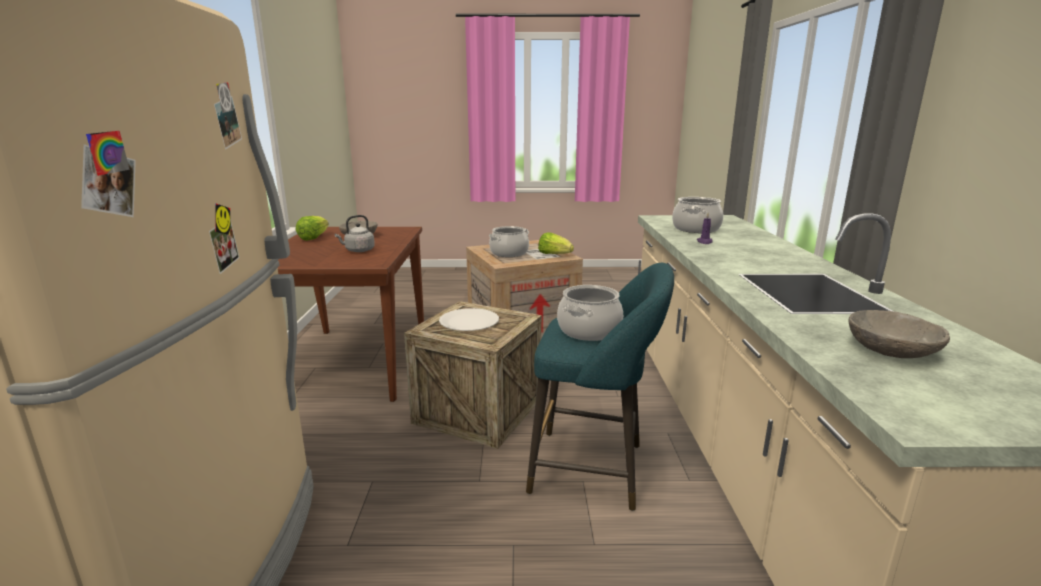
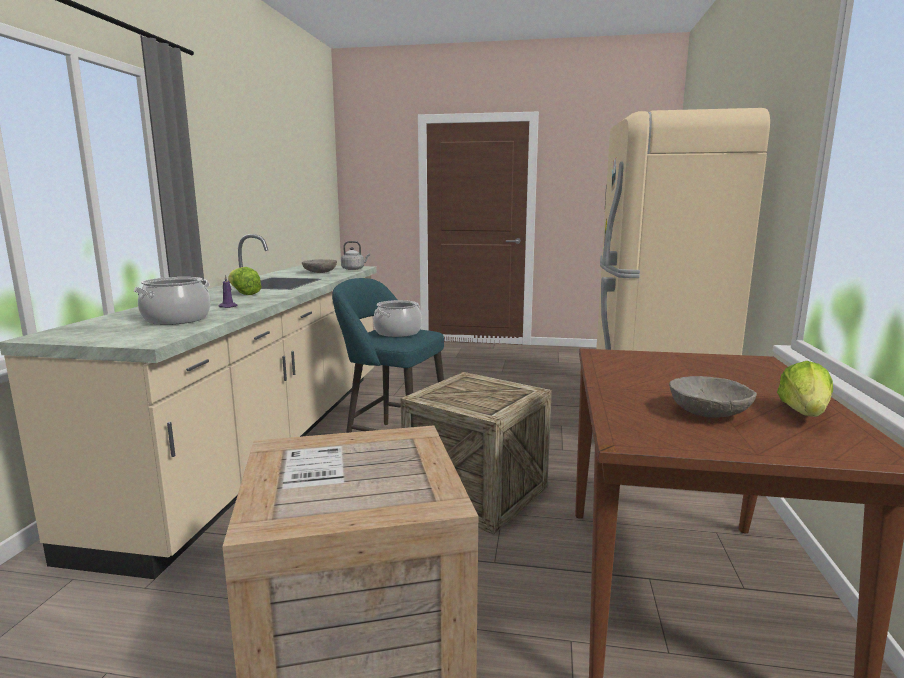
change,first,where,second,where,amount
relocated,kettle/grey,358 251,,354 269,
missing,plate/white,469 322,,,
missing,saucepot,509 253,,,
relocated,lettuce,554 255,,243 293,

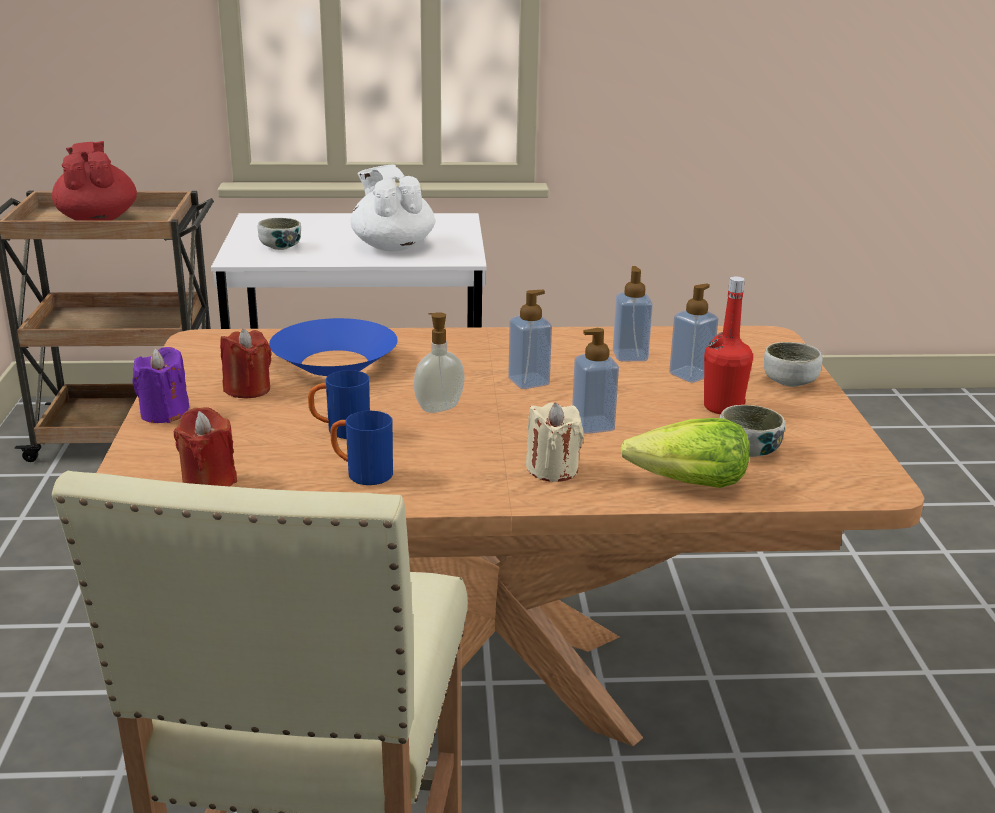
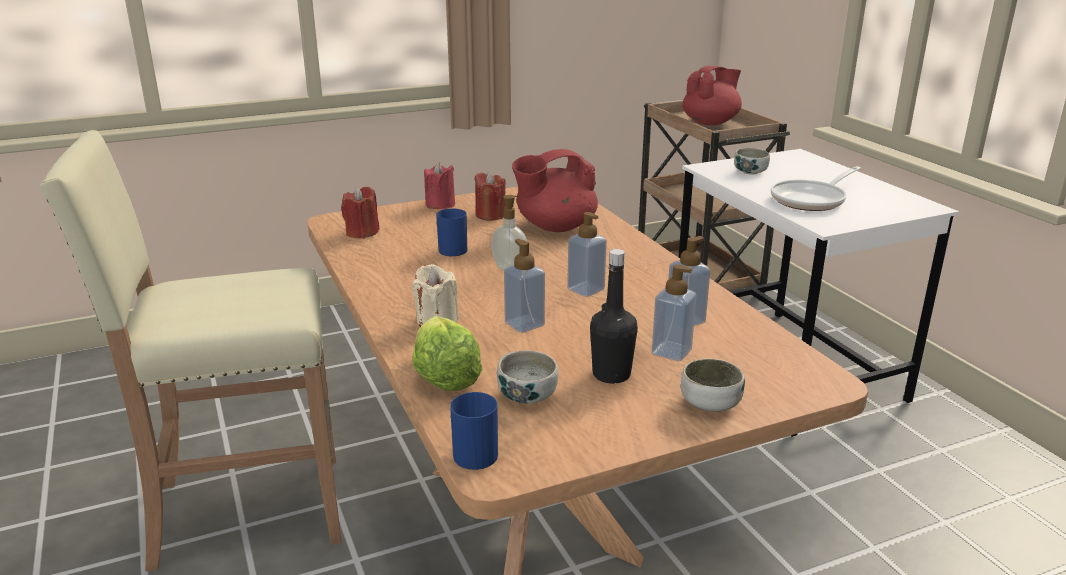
change,first,where,second,where,amount
colour,wax light/purplish,164 413,wax light/red,440 205,
exchanged,bowl/blue-coloured,334 363,pot for tea/red,555 227,
relocated,tea mug/blue-coloured,361 474,,475 451,
exchanged,pot for tea/white,392 246,frying pan,811 200,
colour,beverage bottle/red,723 407,beverage bottle/black-coloured,611 374,

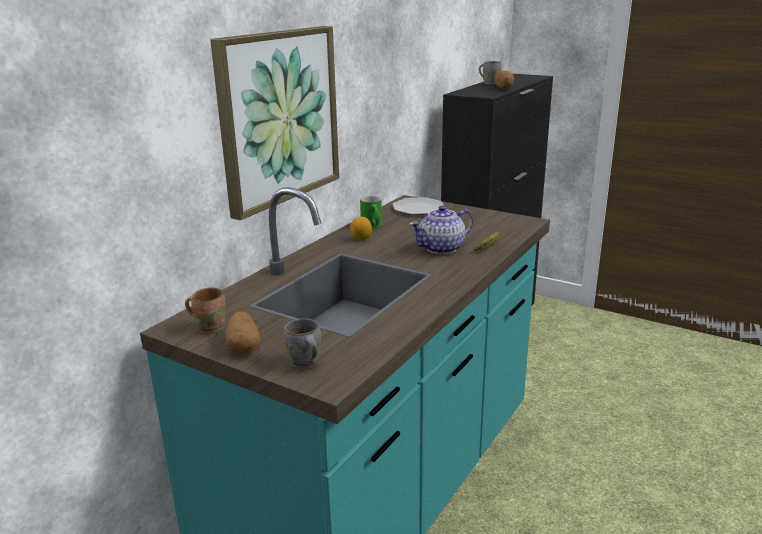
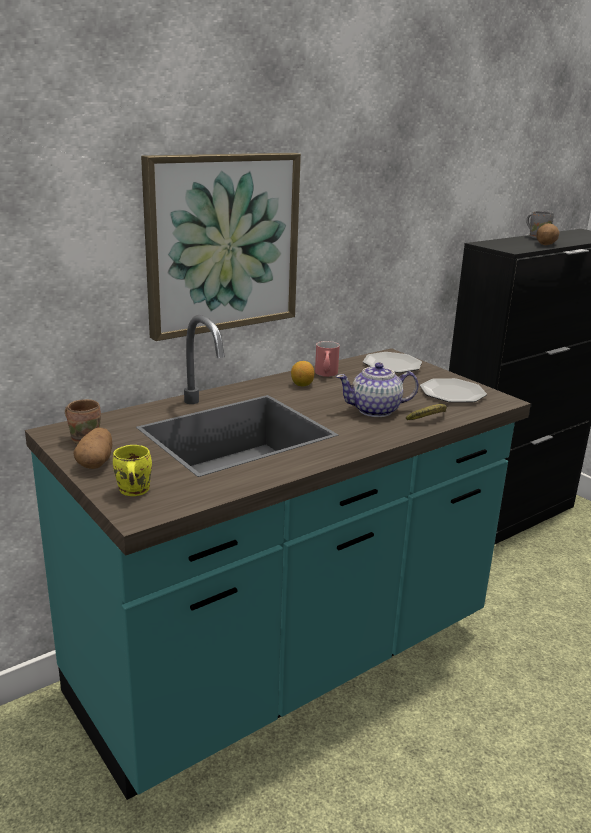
change,first,where,second,where,amount
colour,tea mug/grey,304 364,tea mug/yellow,132 491,
colour,tea mug/greenish,373 226,tea mug/red,326 375,
appeared,,,plate,452 393,

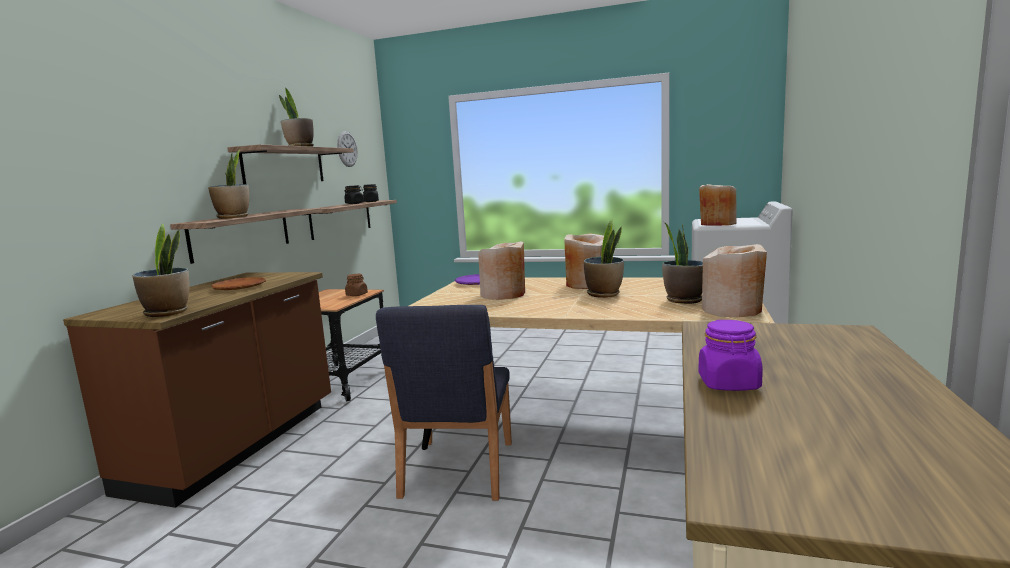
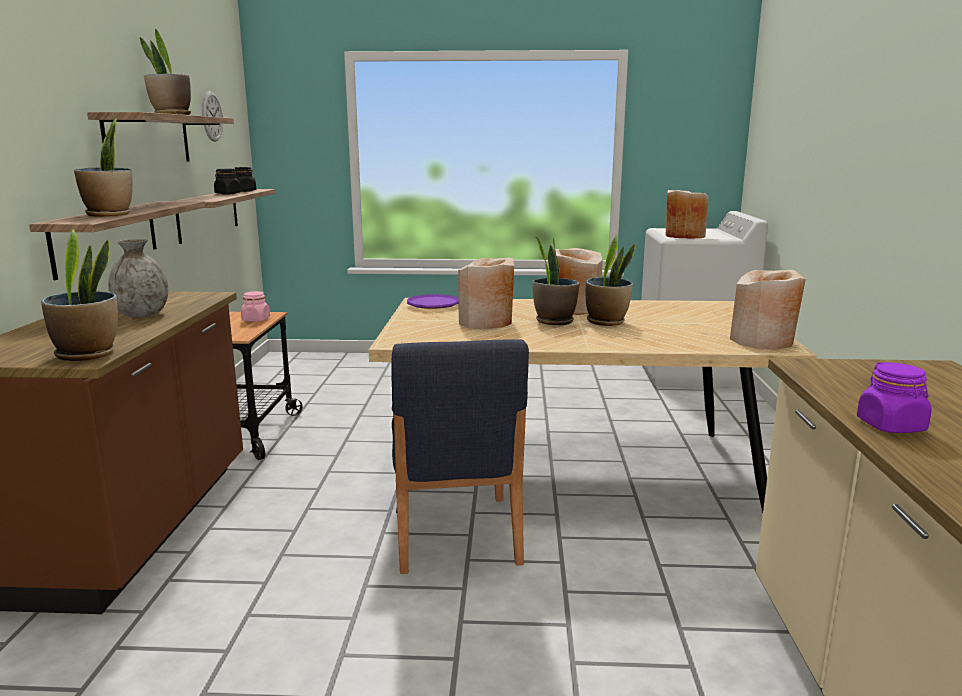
change,first,where,second,where,amount
exchanged,plate/brownish,239 287,vase/grey,142 315,
colour,storage jar/brownish,357 295,storage jar/pink,256 319,
relocated,potted plant,683 300,,554 321,

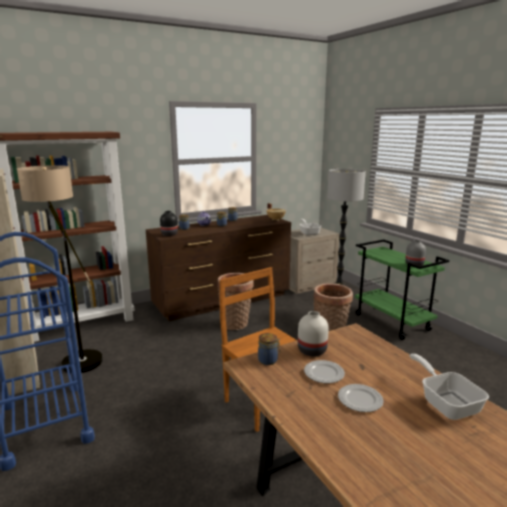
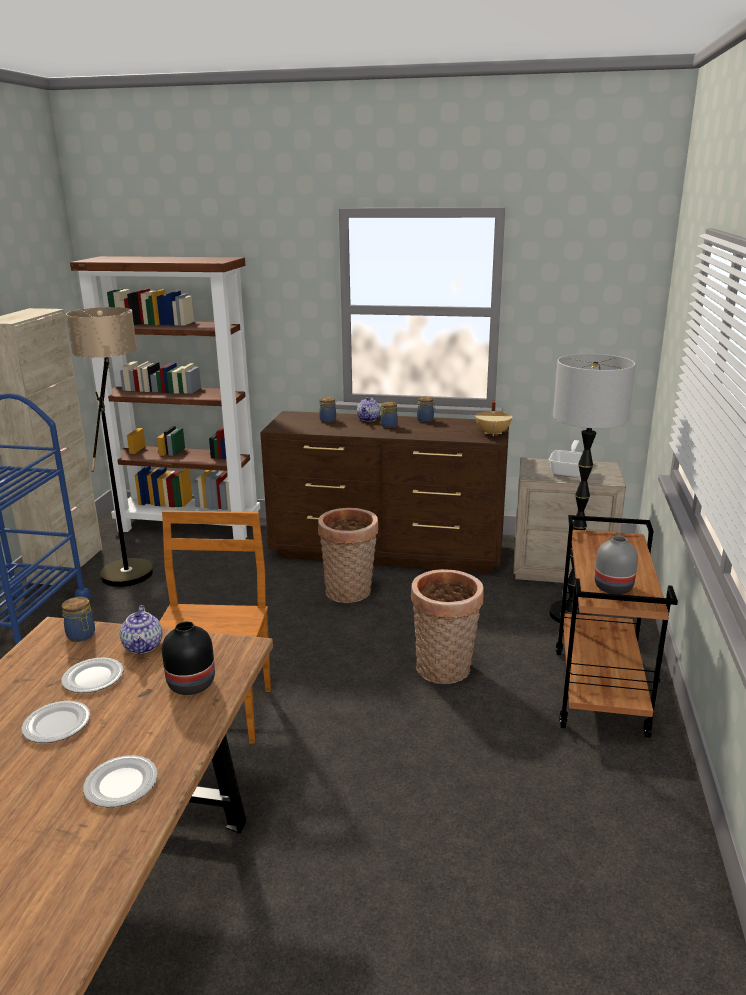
change,first,where,second,where,amount
relocated,vase/black-coloured,169 234,,191 683,
exchanged,vase/white,312 350,pot for tea,143 646,
colour,wheeled cart/greenish,392 322,wheeled cart/brownish,600 692,
exchanged,frying pan,446 402,plate,122 784,

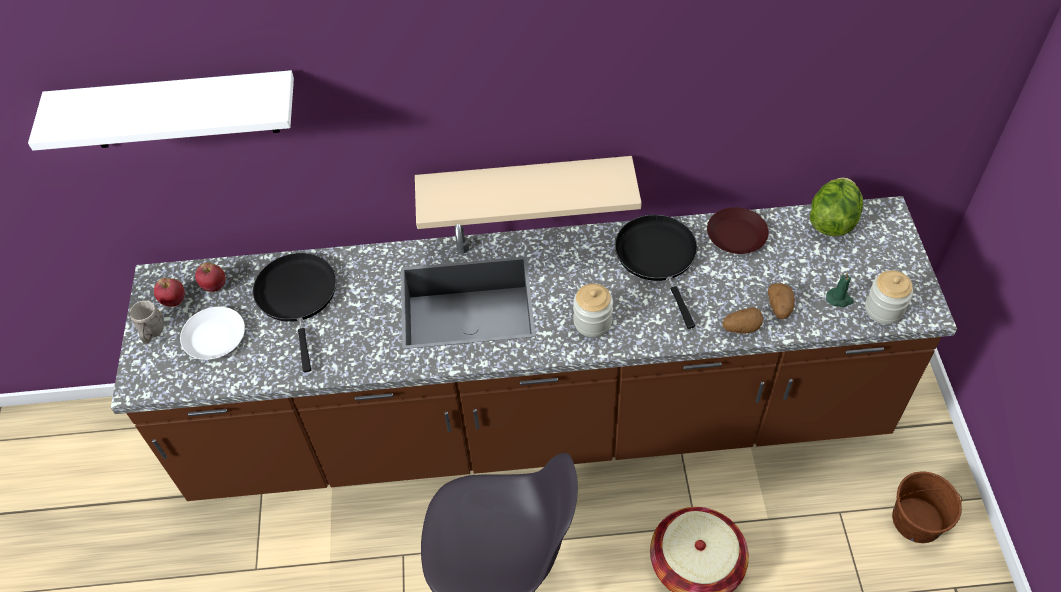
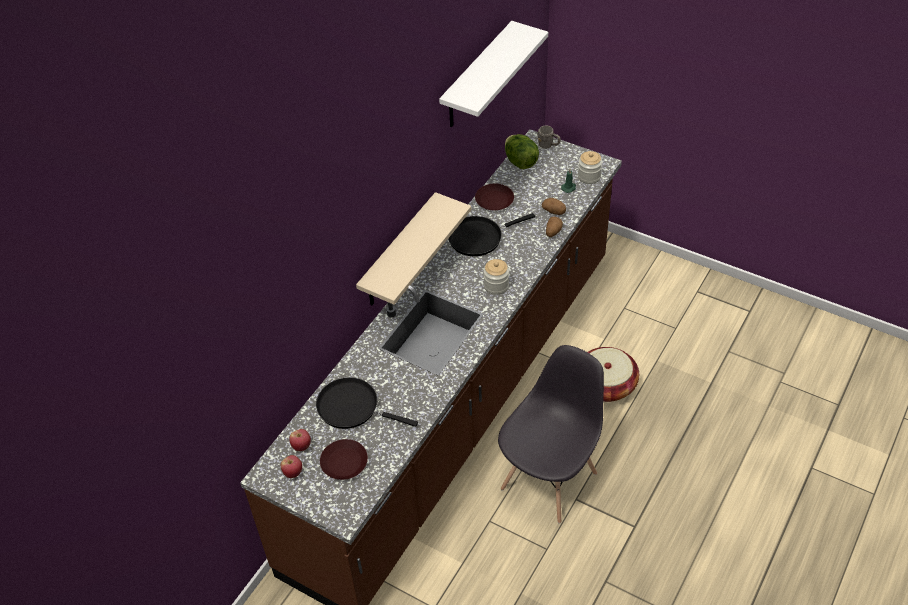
change,first,where,second,where,amount
relocated,bracket shelf/white,179 110,,477 77,
relocated,tea mug/grey,152 333,,548 145,
colour,plate/white,214 337,plate/brownish,344 463,
spun,frying pan/black-coloured,658 257,,479 237,45 degrees counterclockwise
missing,pail/brownish,917 520,,,

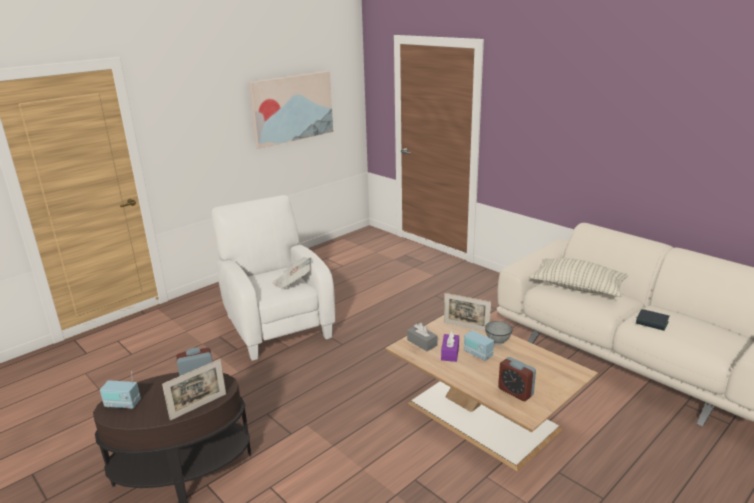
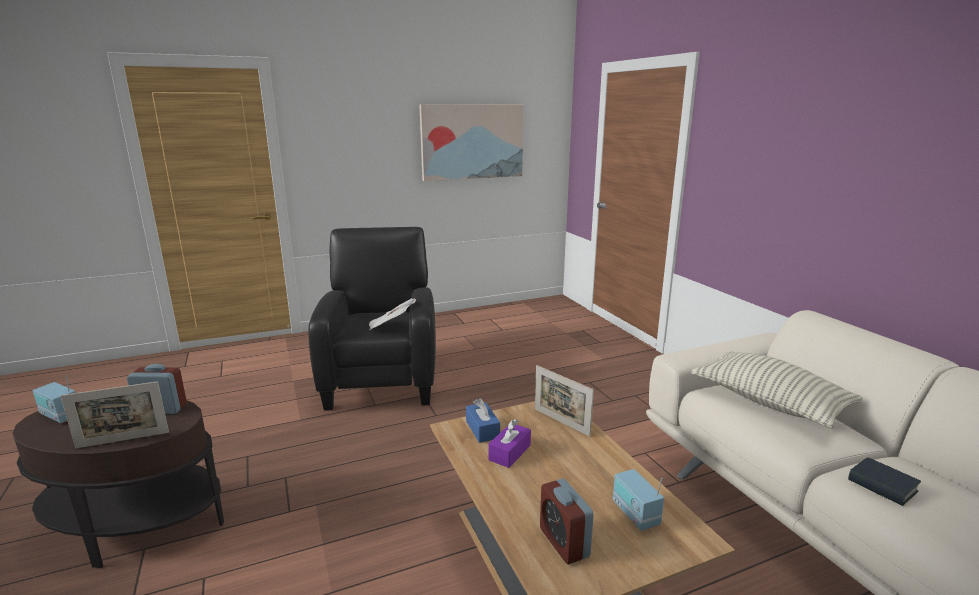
change,first,where,second,where,amount
colour,lounge chair/white,276 324,lounge chair/black-coloured,383 377,
colour,tissue box/grey,422 343,tissue box/blue-coloured,482 429,
relocated,radio,478 354,,635 514,
missing,bowl/grey,498 341,,,

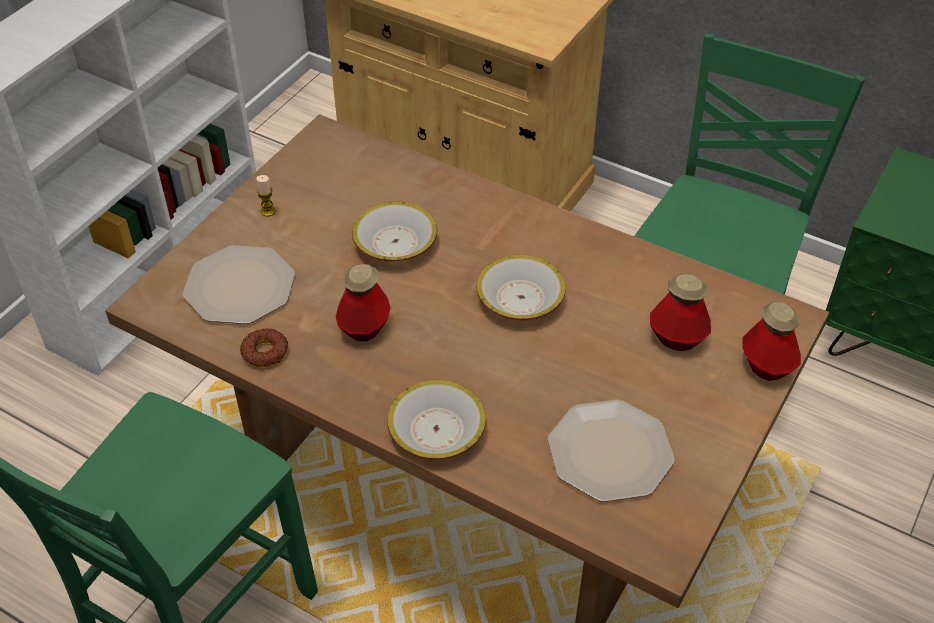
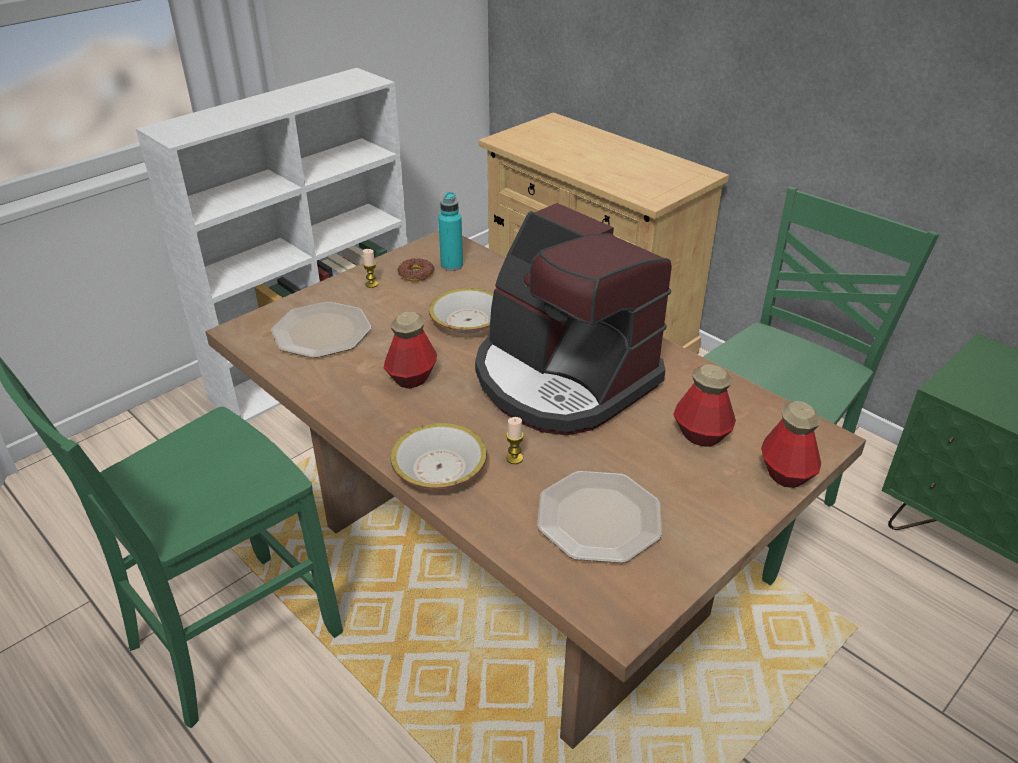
change,first,where,second,where,amount
relocated,donut,265 352,,416 274,
exchanged,bowl,521 298,coffee maker,562 379,
appeared,,,beverage bottle/blue-green,452 265,
appeared,,,wax light,514 458,

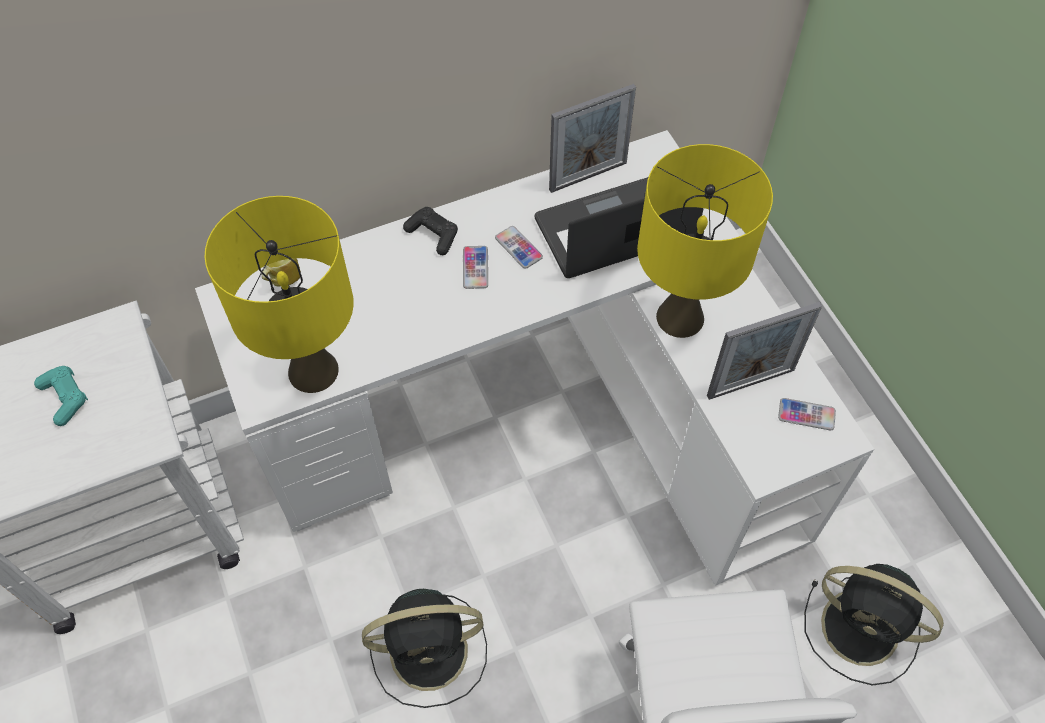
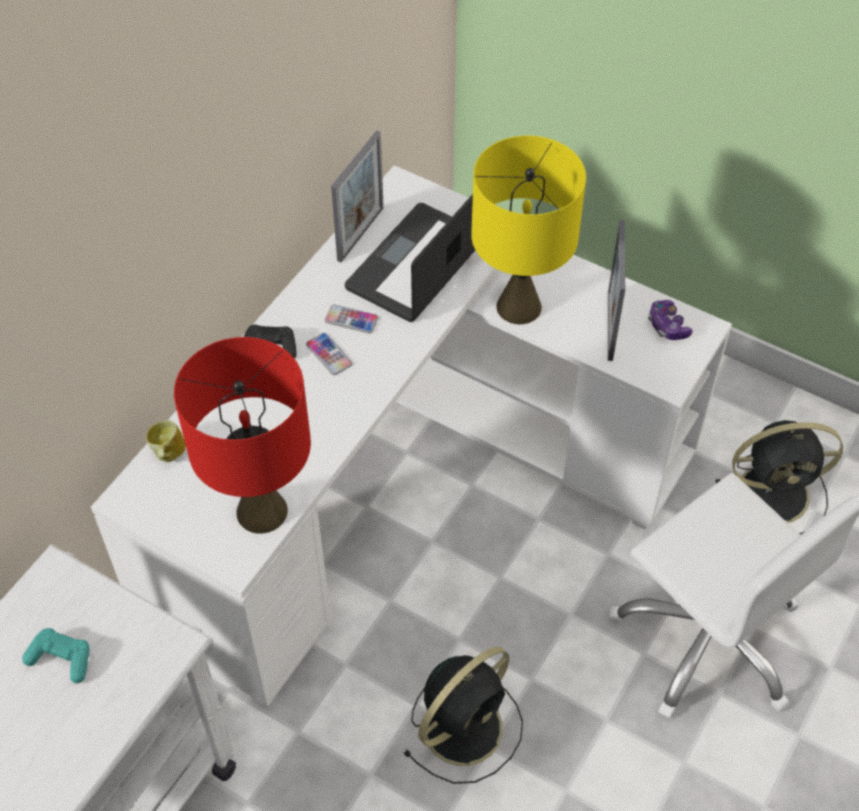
change,first,where,second,where,amount
colour,tabletop lamp/yellow,314 370,tabletop lamp/red,262 510,
spun,picture frame,750 383,,610 326,150 degrees clockwise
exchanged,phone,806 414,gamepad,667 326,

